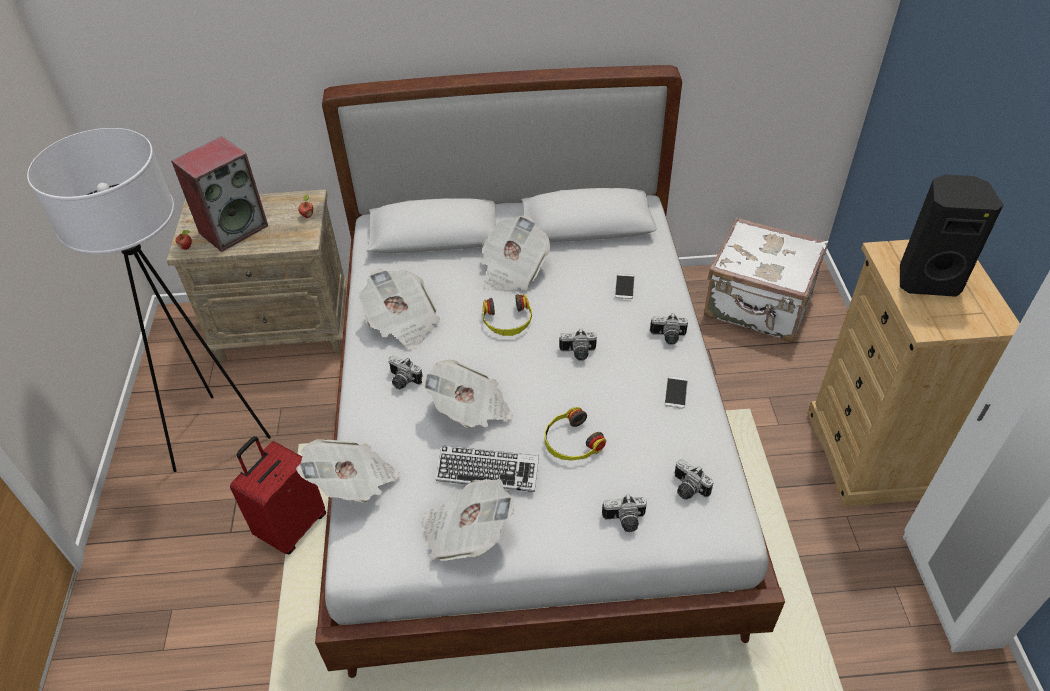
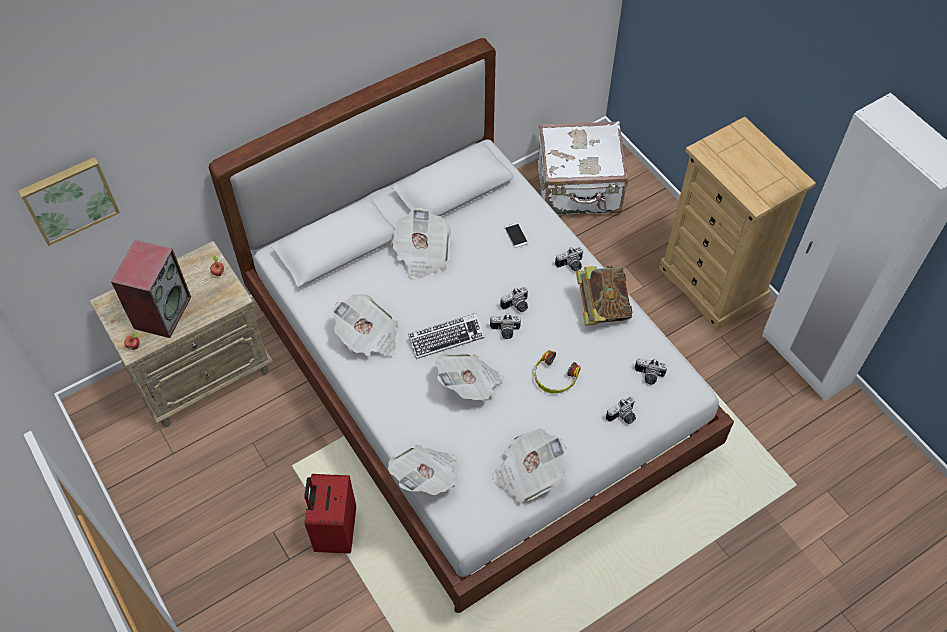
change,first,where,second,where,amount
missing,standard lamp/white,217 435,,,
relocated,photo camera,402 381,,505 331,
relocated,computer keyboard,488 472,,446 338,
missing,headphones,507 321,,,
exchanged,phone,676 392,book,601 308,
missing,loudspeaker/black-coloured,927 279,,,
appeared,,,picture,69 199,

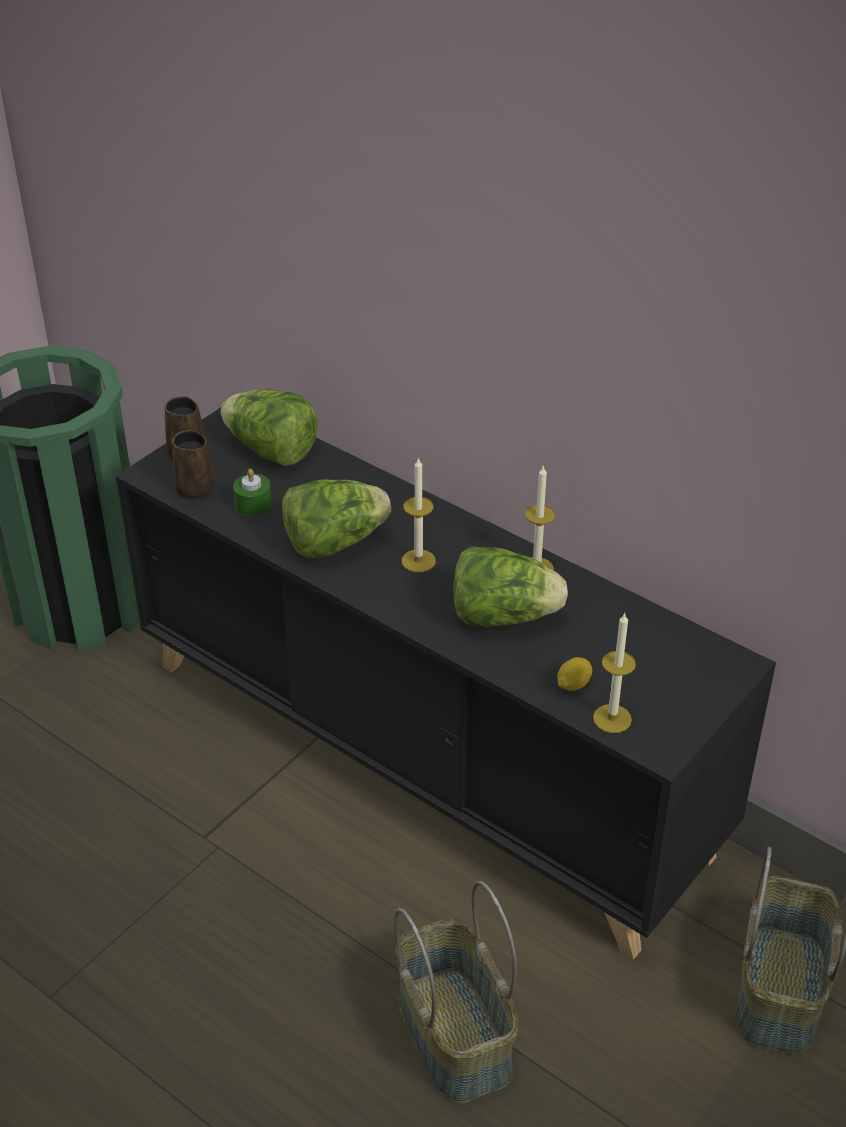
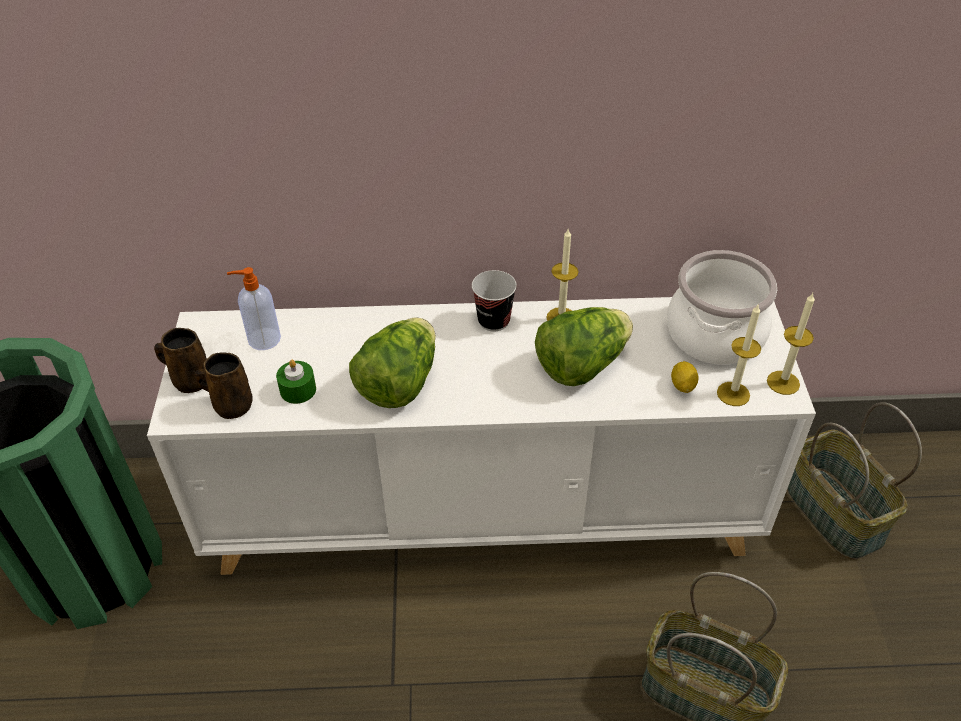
change,first,where,second,where,amount
colour,storage cabinet/black-coloured,424 757,storage cabinet/white,483 511,
exchanged,lettuce,271 451,soap dispenser,263 339,
relocated,wax light,418 561,,783 382,
appeared,,,small cup,494 321,
appeared,,,saucepot,714 334,

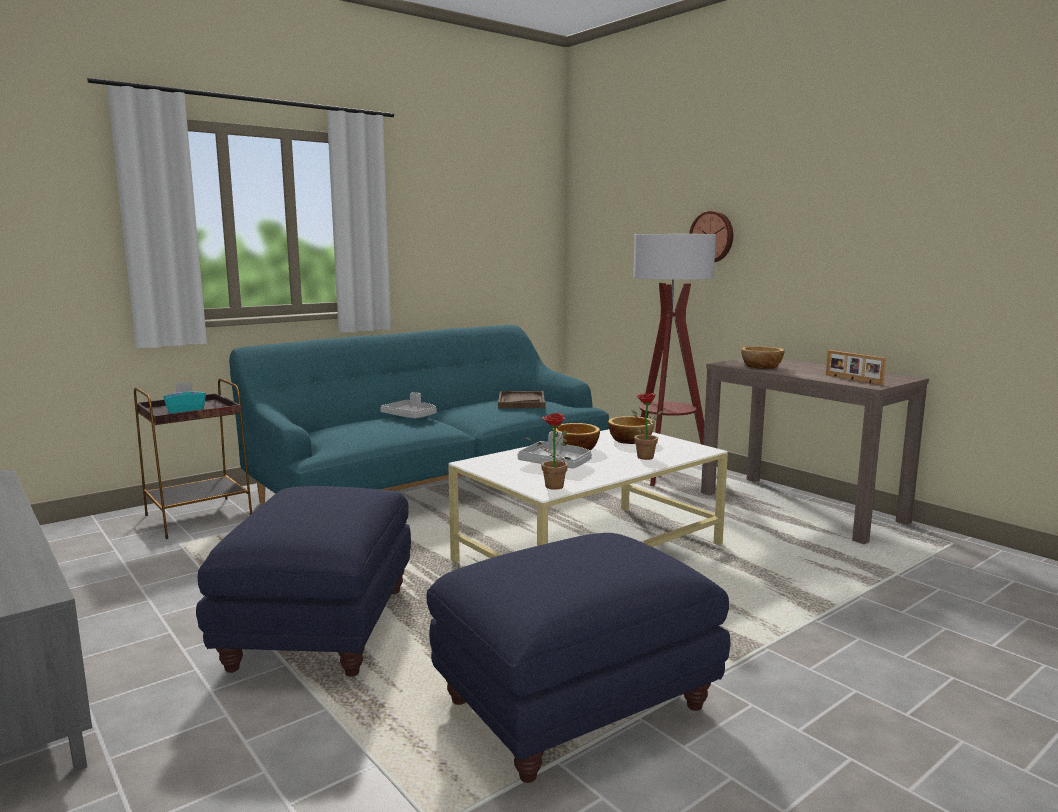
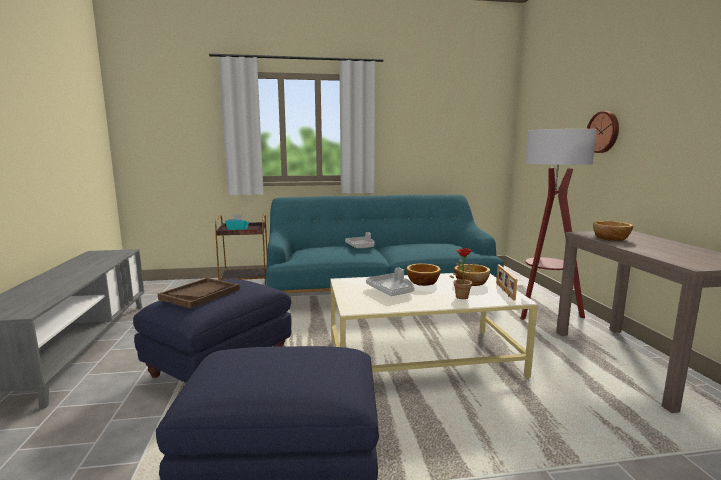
change,first,where,second,where,amount
relocated,serving tray/brownish,521 402,,200 294,
missing,potted plant,550 487,,,
relocated,picture frame,852 380,,504 291,

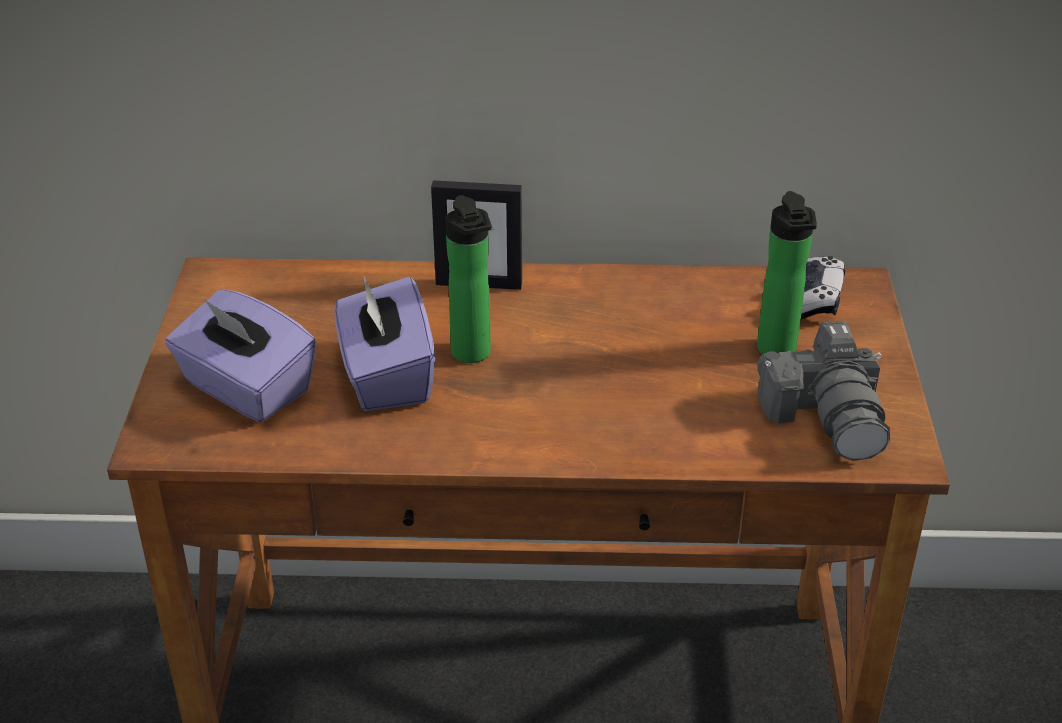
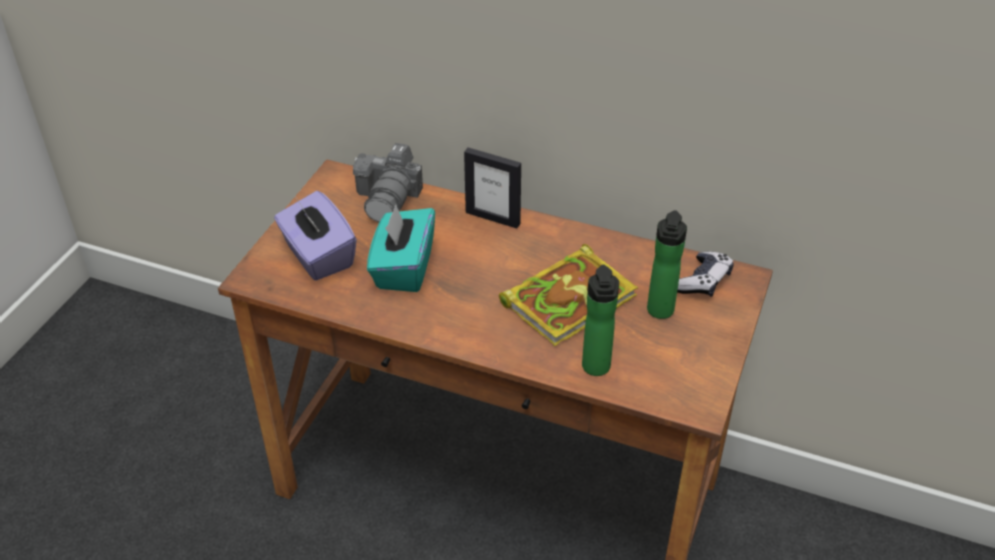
change,first,where,second,where,amount
colour,tissue box/purplish,386 376,tissue box/blue-green,403 268,
relocated,beverage bottle,473 355,,596 369,
relocated,photo camera,828 417,,389 198,
appeared,,,book,570 298,

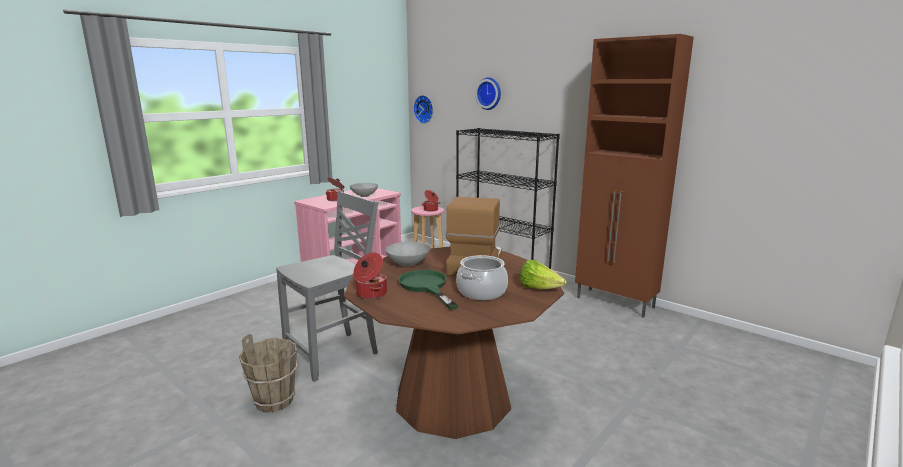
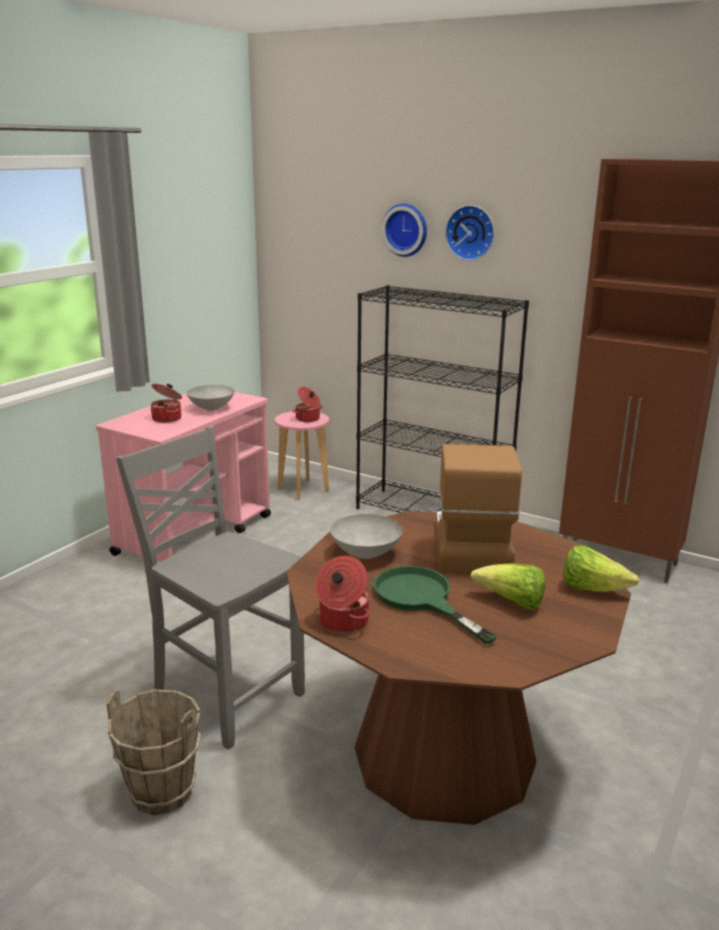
change,first,where,second,where,amount
spun,chair/grey,334 354,,225 694,90 degrees counterclockwise
relocated,wall clock,424 109,,471 232,
exchanged,saucepot,482 292,lettuce,511 603,

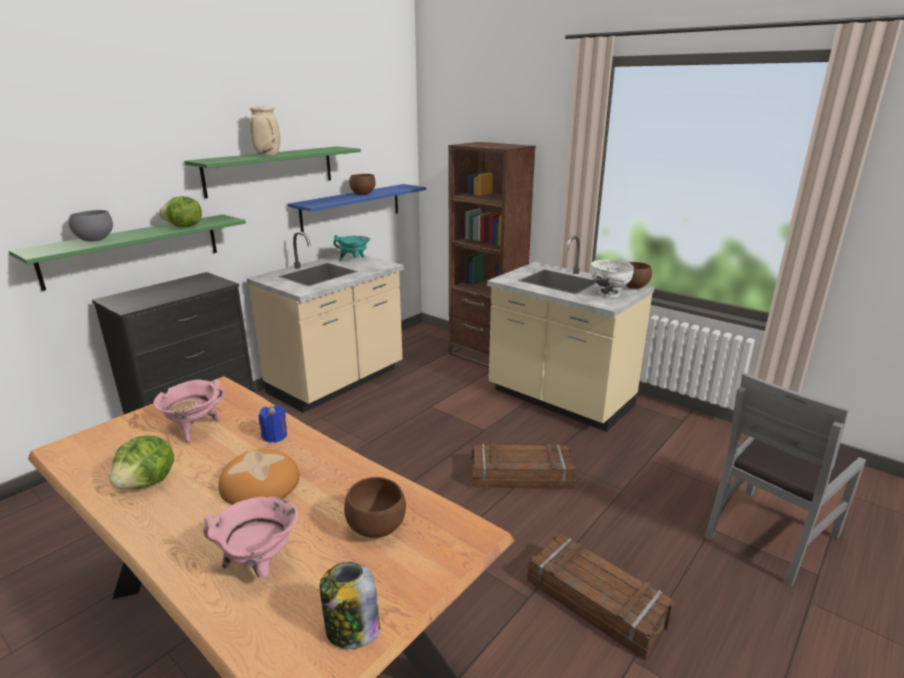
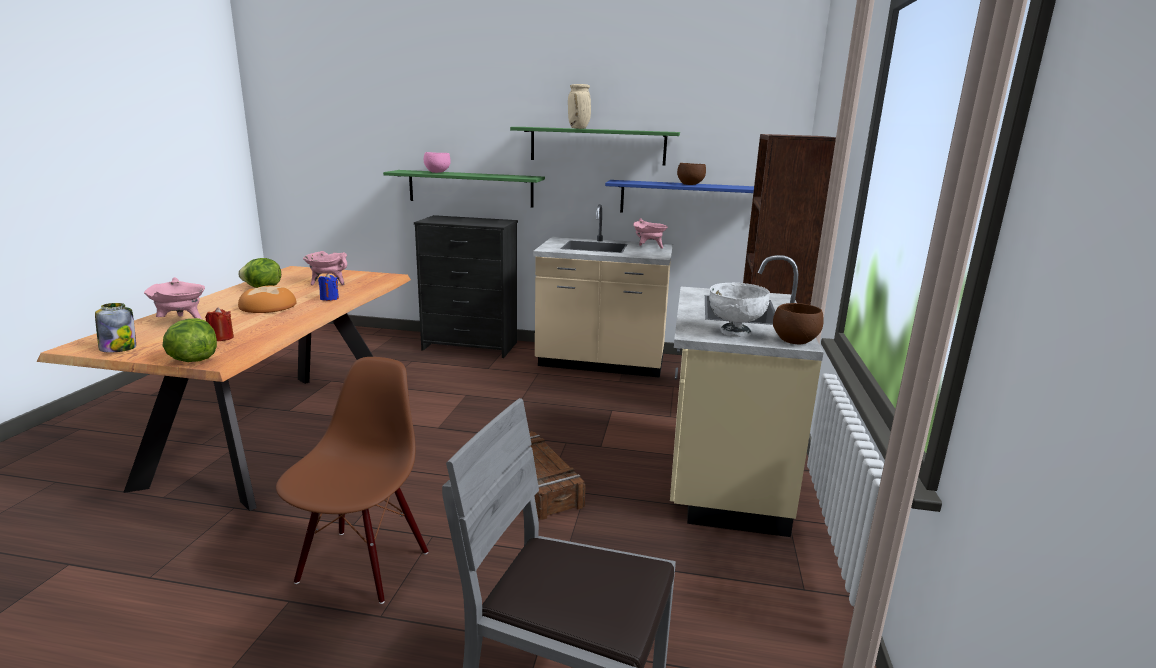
change,first,where,second,where,amount
colour,bowl/grey,94 240,bowl/pink,437 172,
relocated,lettuce,184 227,,193 360,
colour,saucepot/blue-green,354 260,saucepot/pink,648 248,
exchanged,bowl/brownish,378 528,wax light/red,221 338,
exchanged,crate,596 601,chair/brownish,362 565,

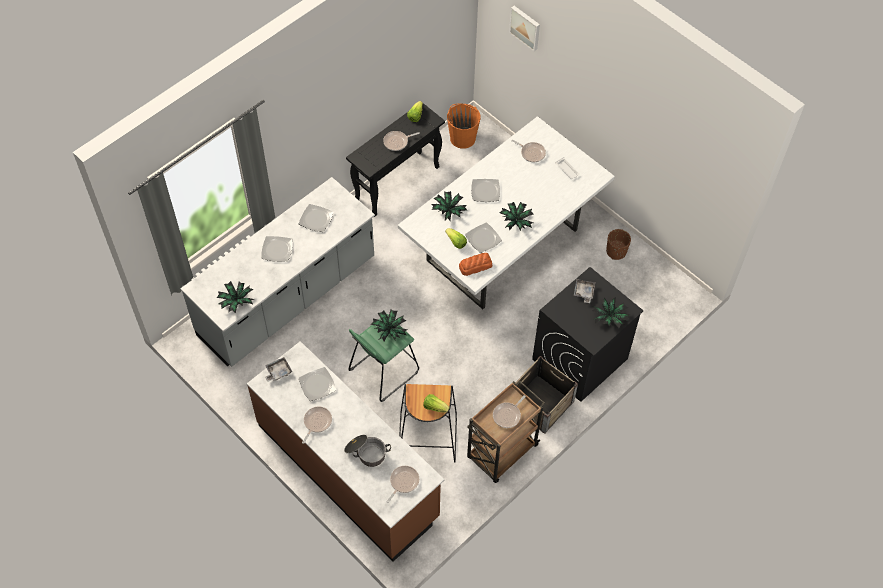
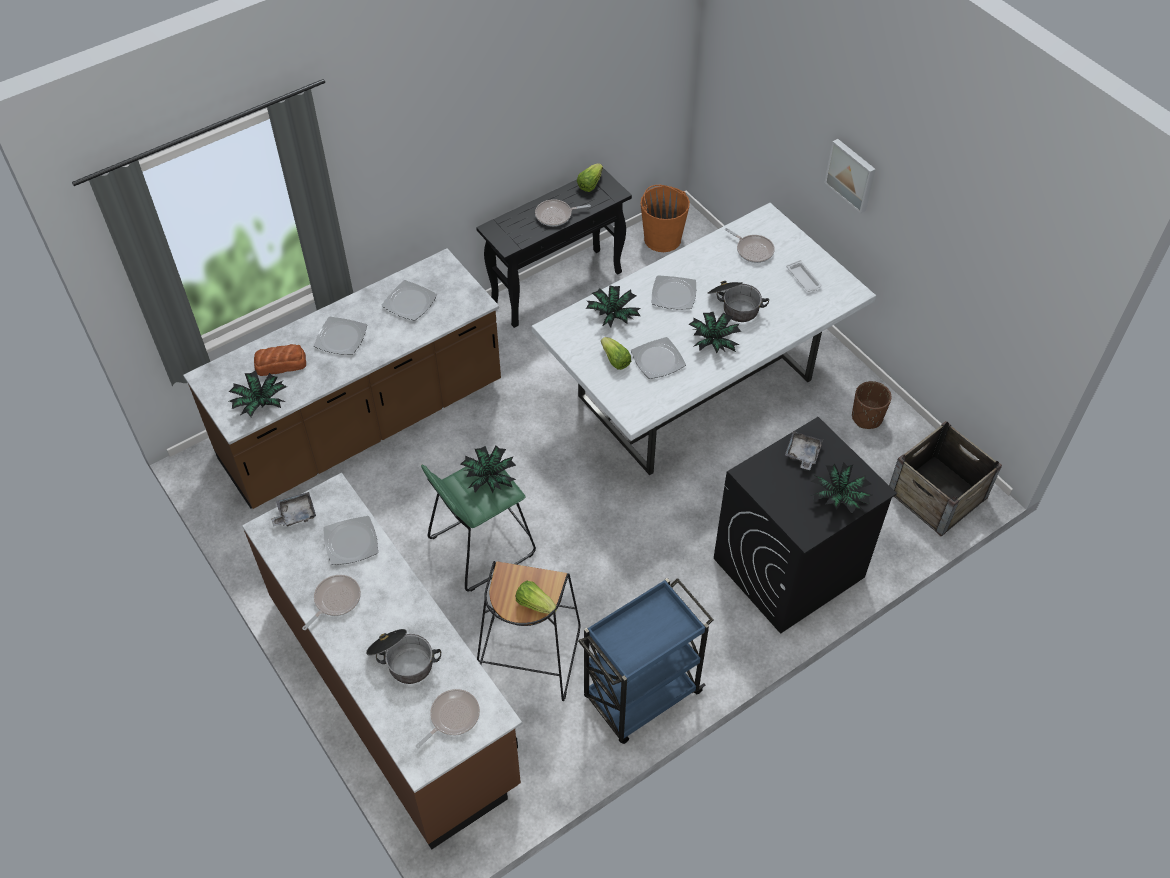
change,first,where,second,where,amount
colour,kitchen base unit/grey,287 298,kitchen base unit/brownish,363 423,
relocated,baked bread,475 266,,280 364,
colour,wheeled cart/brownish,501 452,wheeled cart/blue-coloured,641 696,
missing,frying pan,508 415,,,
relocated,picture,525 27,,851 174,
relocated,crate,541 403,,937 494,
appeared,,,saucepot,734 306,

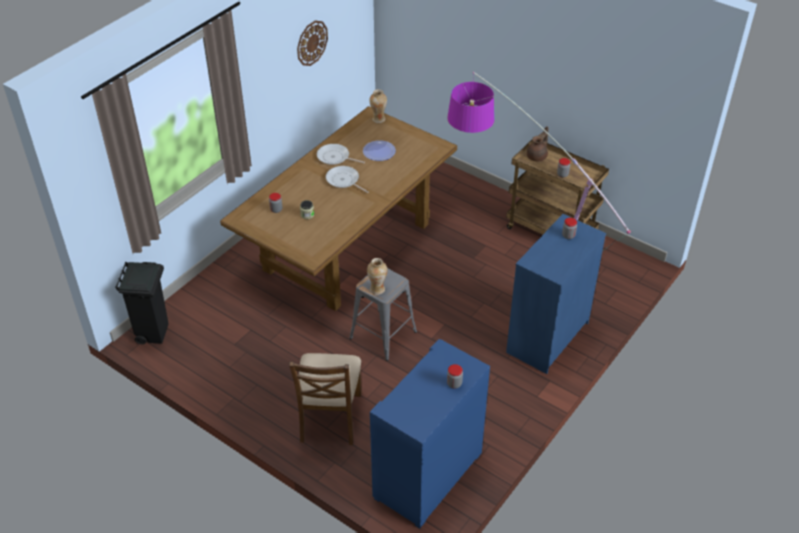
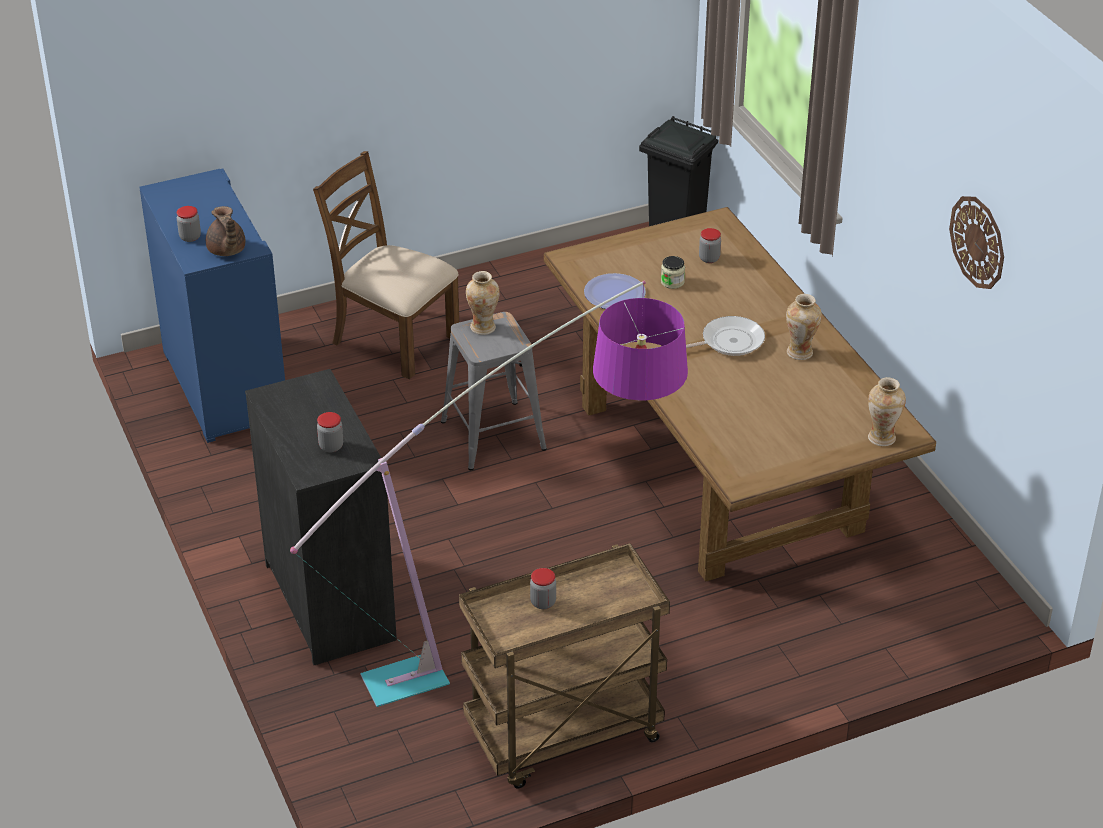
change,first,where,second,where,amount
exchanged,frying pan,335 157,vase,800 352,
relocated,plate,379 151,,614 293,
colour,drawer chest/blue-coloured,547 337,drawer chest/black-coloured,331 602,
relocated,pot for tea/brownish,537 156,,226 250,

